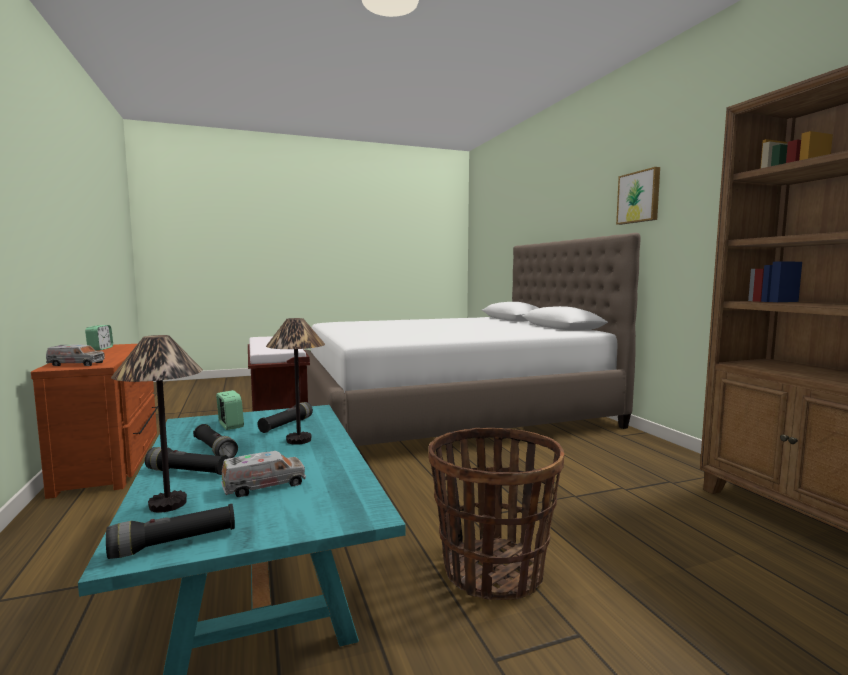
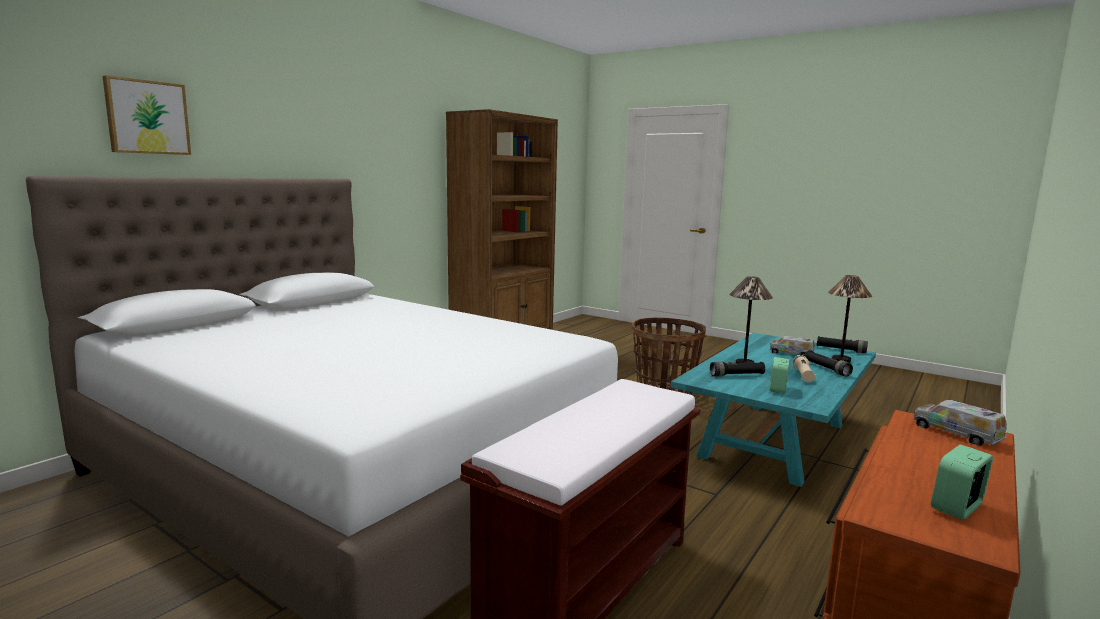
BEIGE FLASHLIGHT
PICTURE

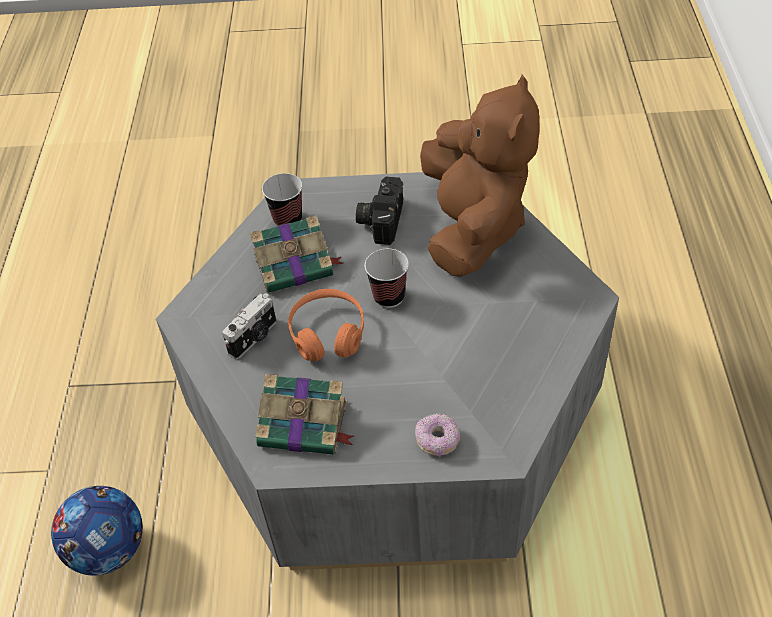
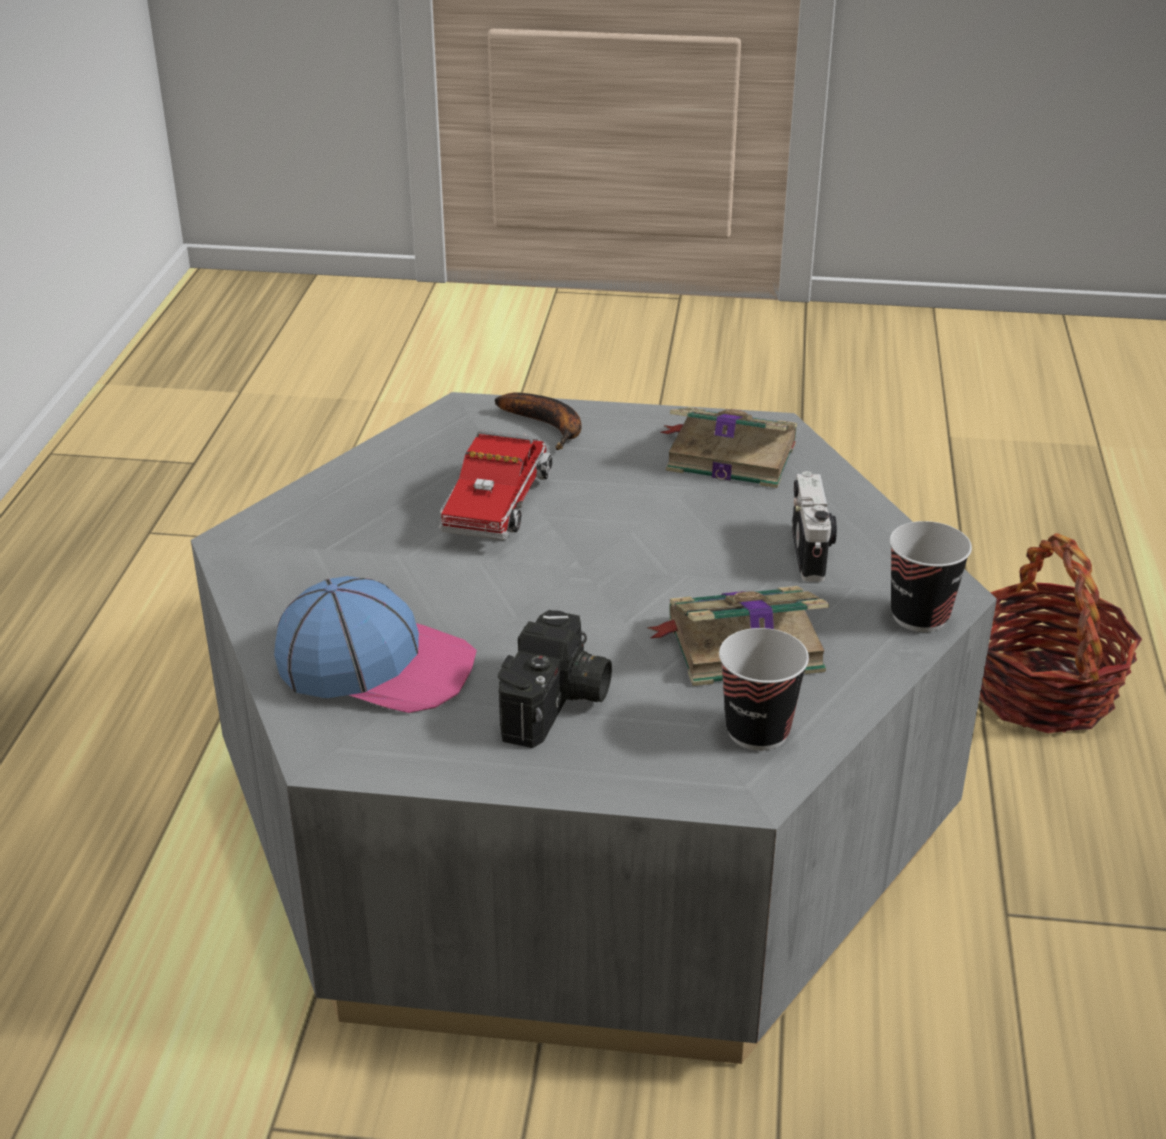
BASKET
PHOTO CAMERA (2nd from left)
ORANGE HEADPHONES
CUP (2nd from left)
BANANA
CAP
TOY TRUCK

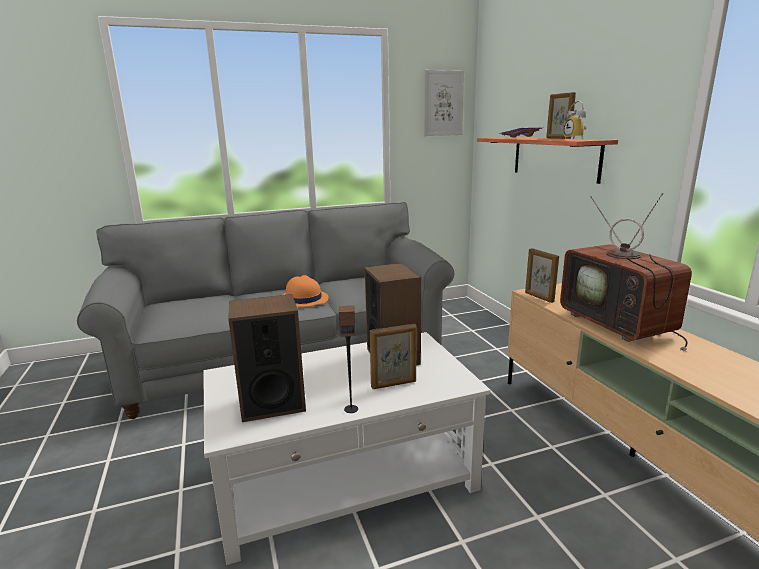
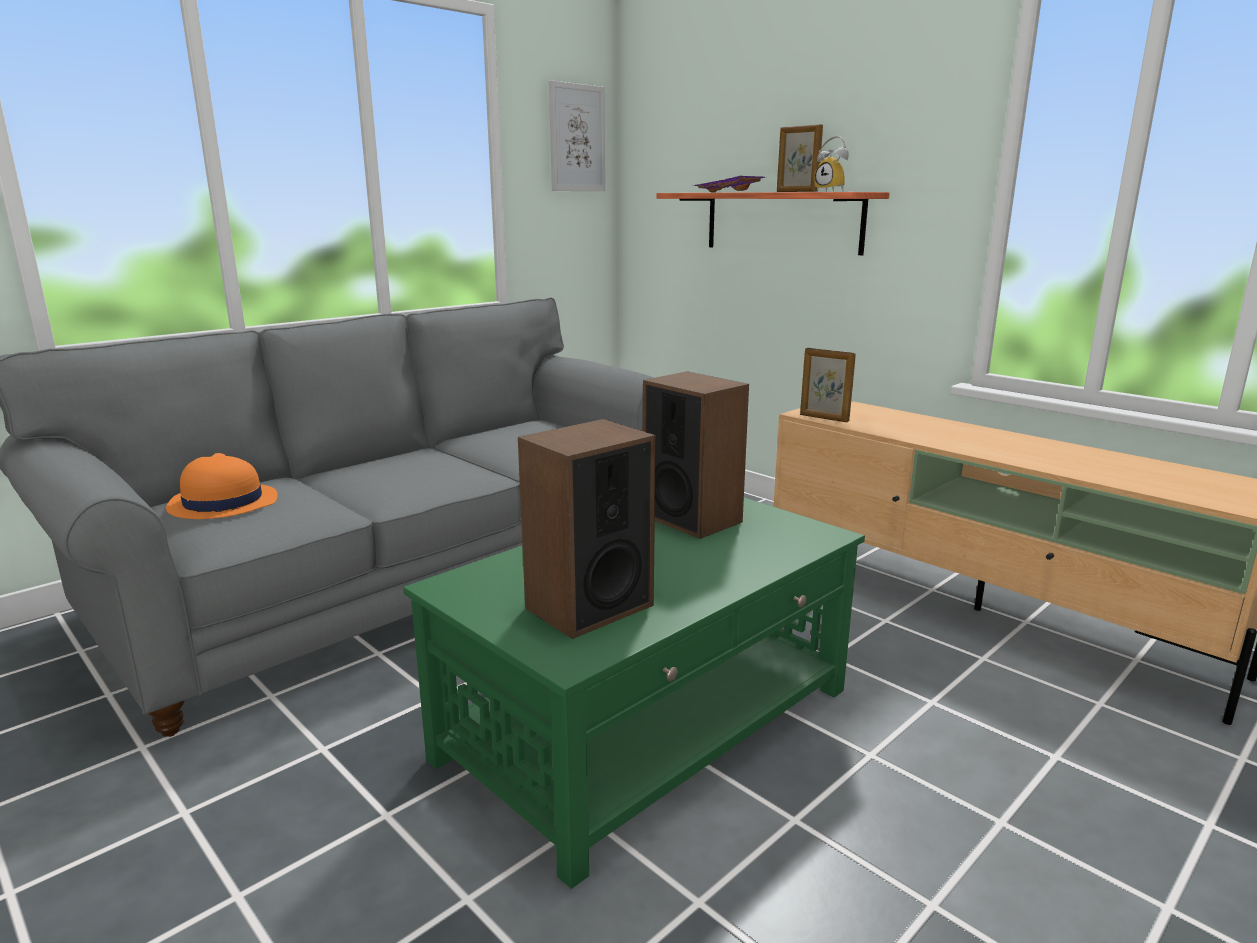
GREEN COFFEE TABLE
ORANGE HAT
SPEAKER (2nd from left in the first image)
PICTURE FRAME (1st from left in the first image)
TELEVISION

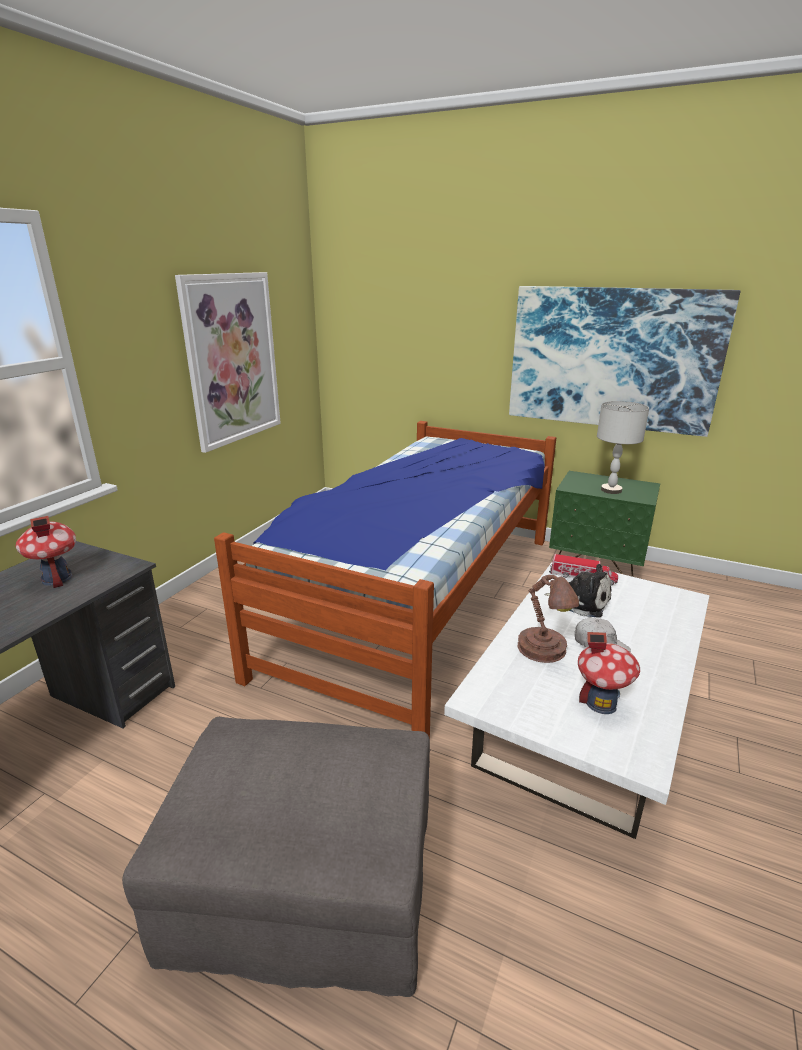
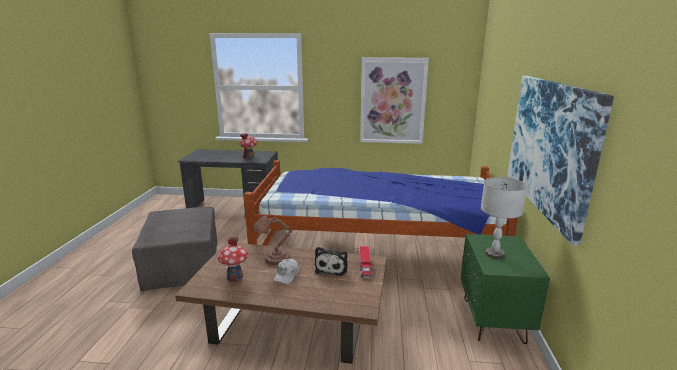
BROWN COFFEE TABLE

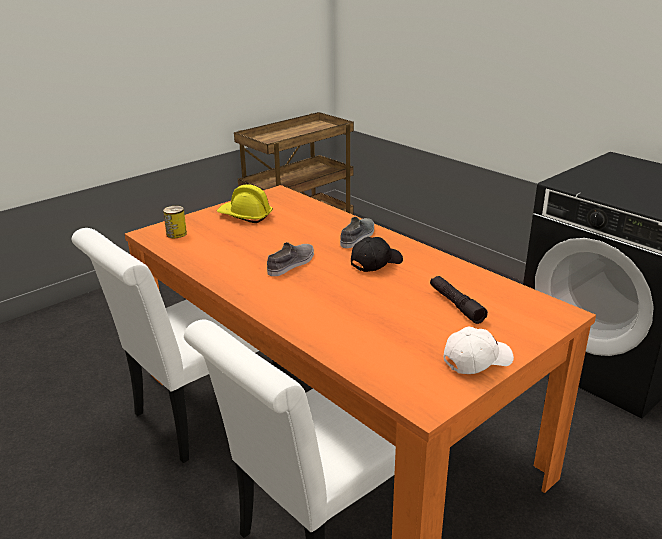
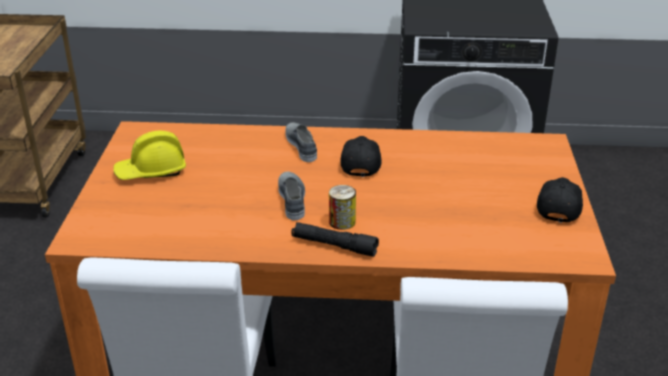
CAN
BLACK FLASHLIGHT
BLACK CAP (2nd from left)

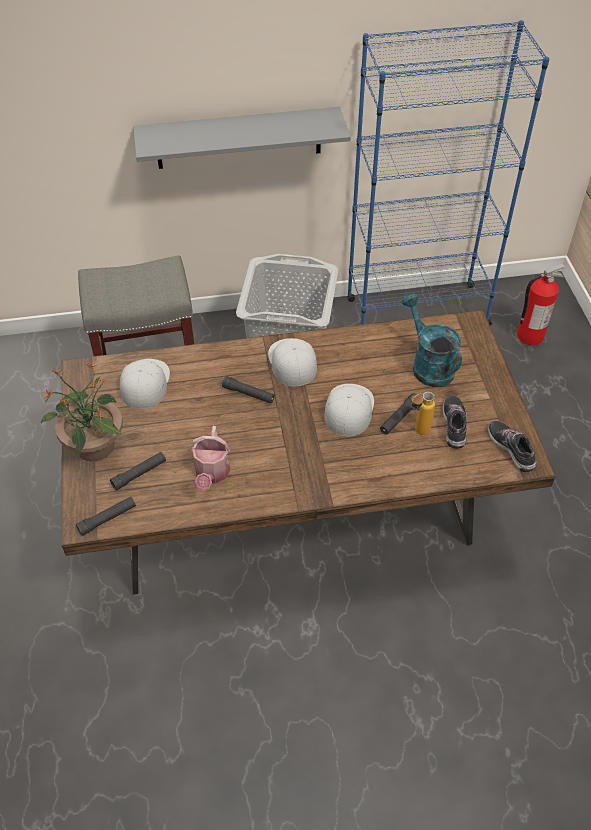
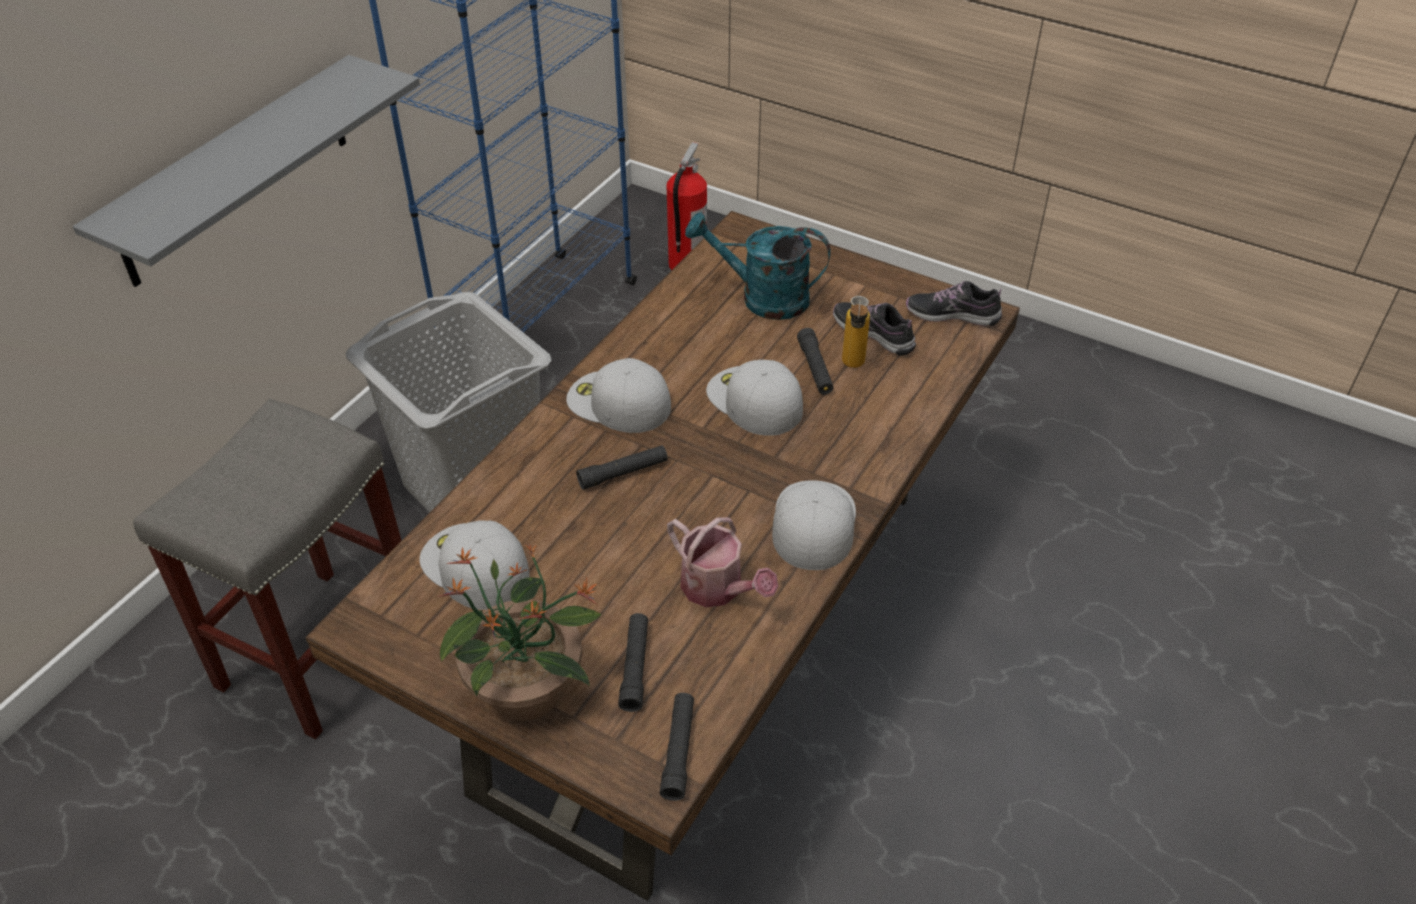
WHITE CAP (4th from left)

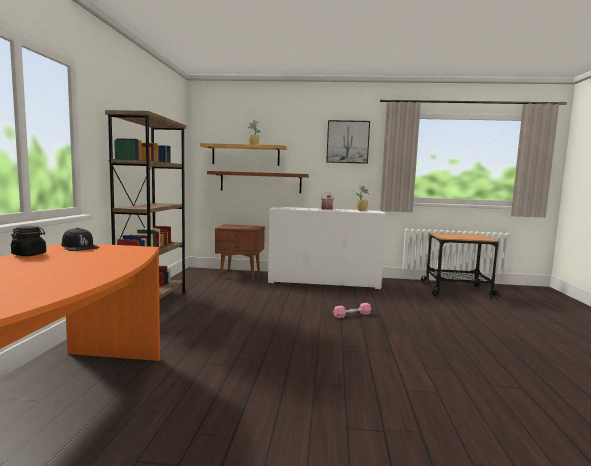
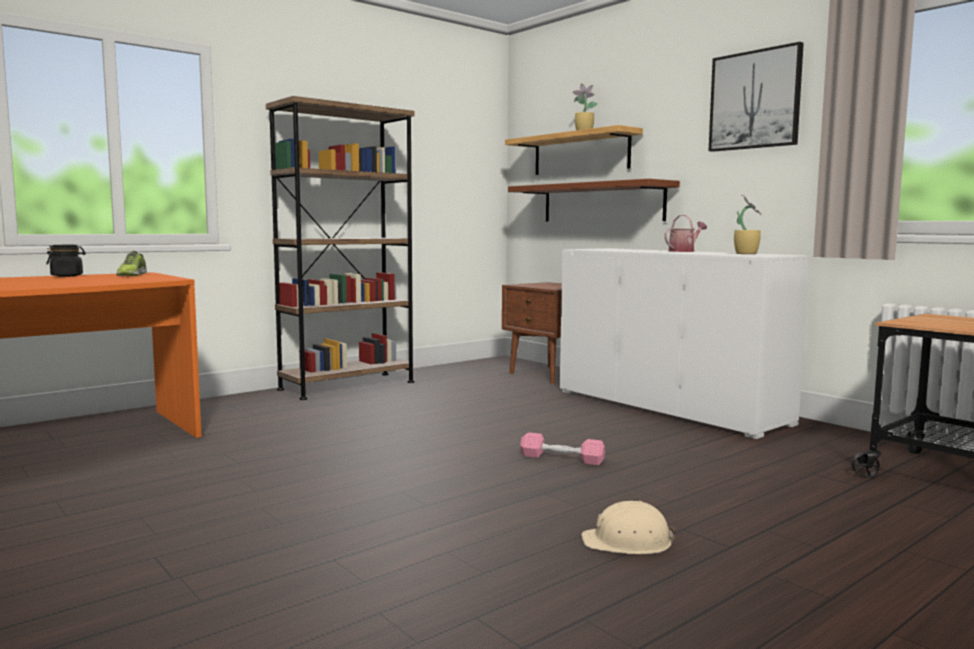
SHOE
BEIGE HARD HAT

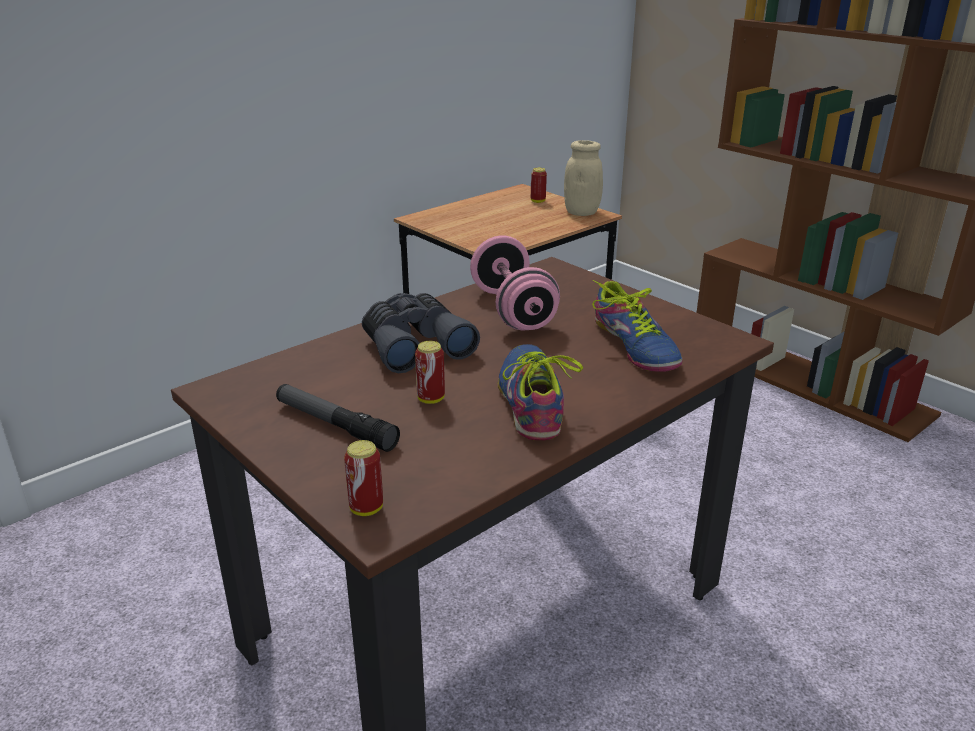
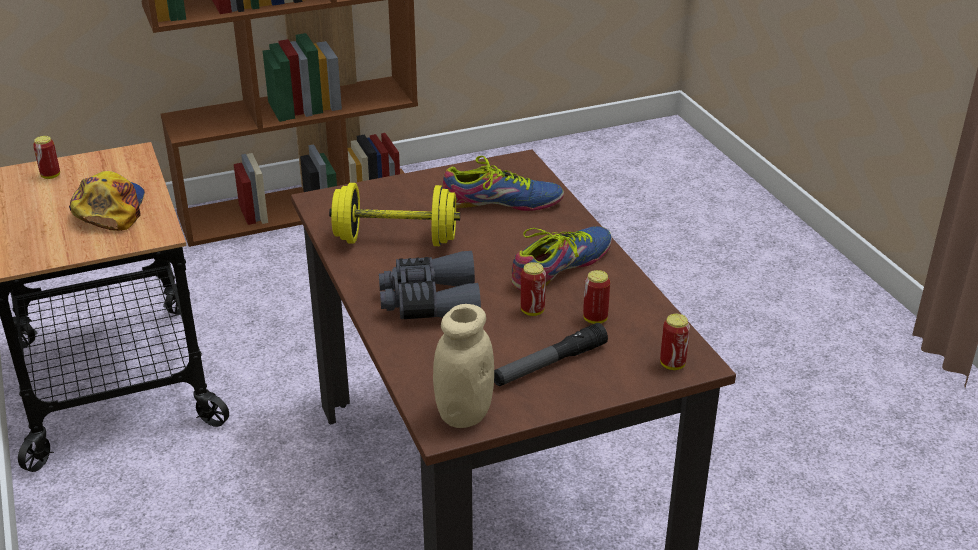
YELLOW DUMBBELL
SHOE (2nd from left)
BEIGE JAR
CAP
CAN (3rd from left)

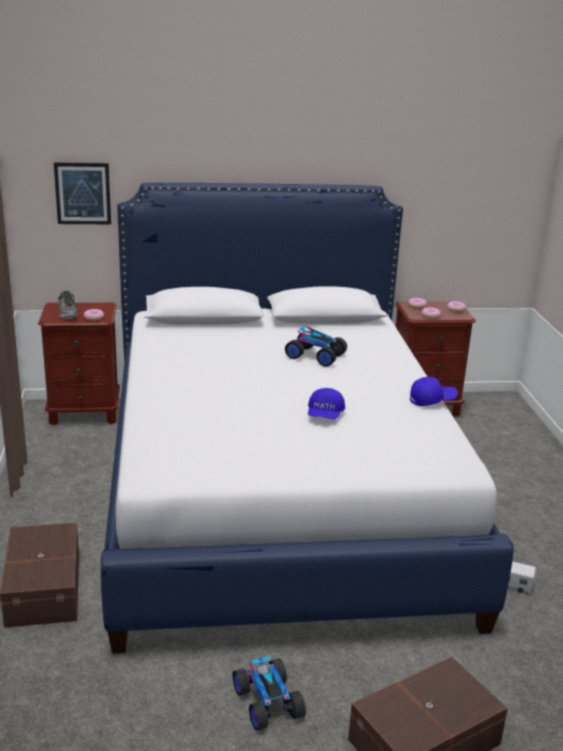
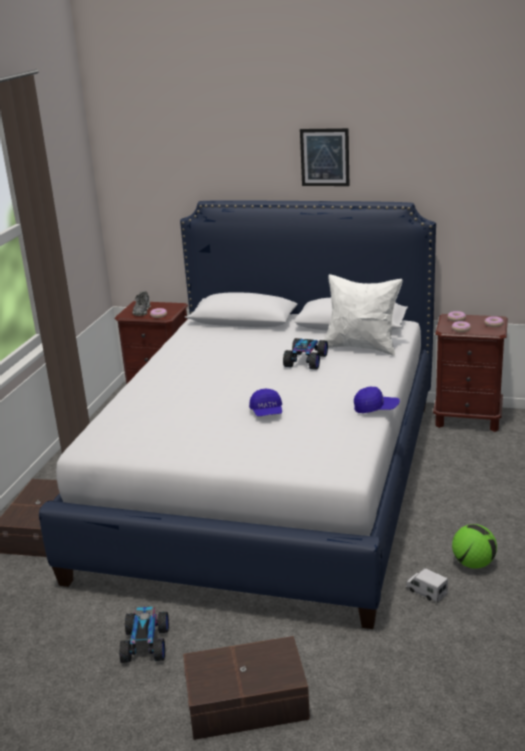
PICTURE
TOY CAR (2nd from left)
BLUE CAP (1st from left)
WHITE PILLOW
FOOTBALL

